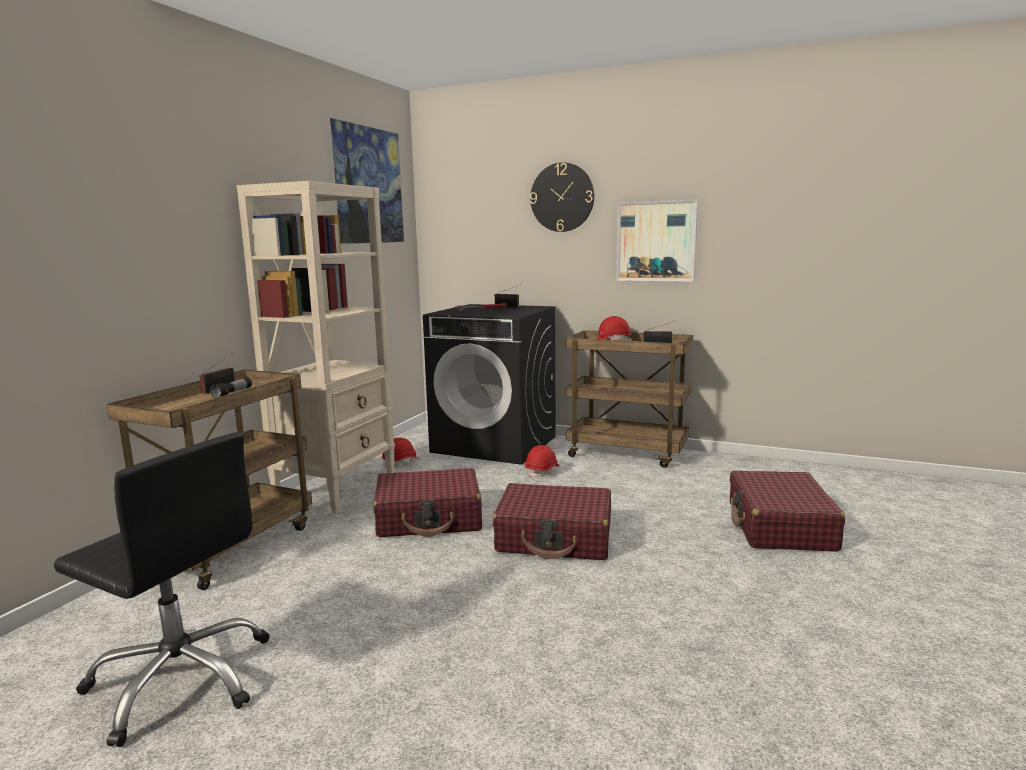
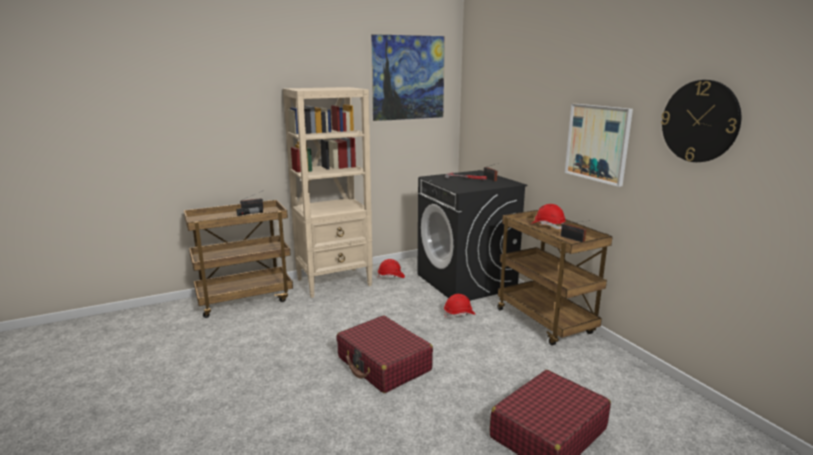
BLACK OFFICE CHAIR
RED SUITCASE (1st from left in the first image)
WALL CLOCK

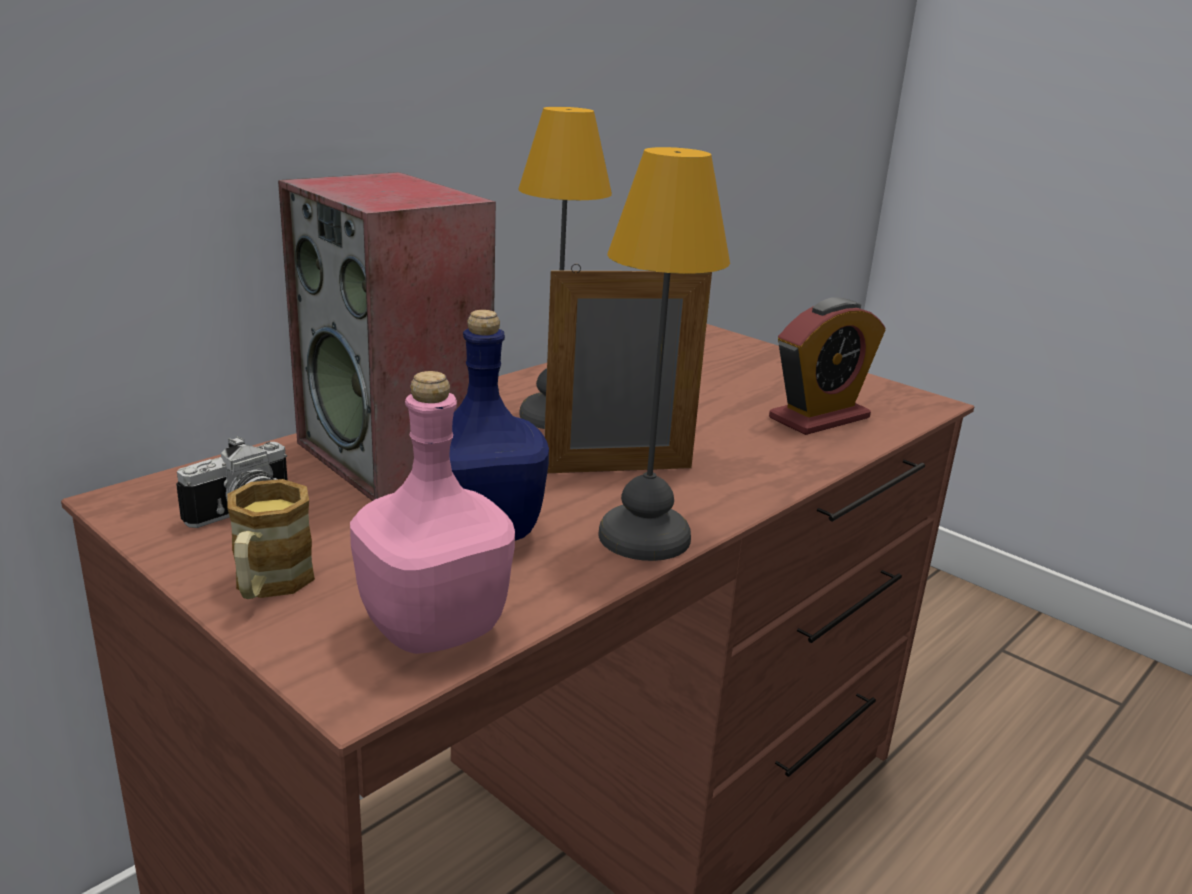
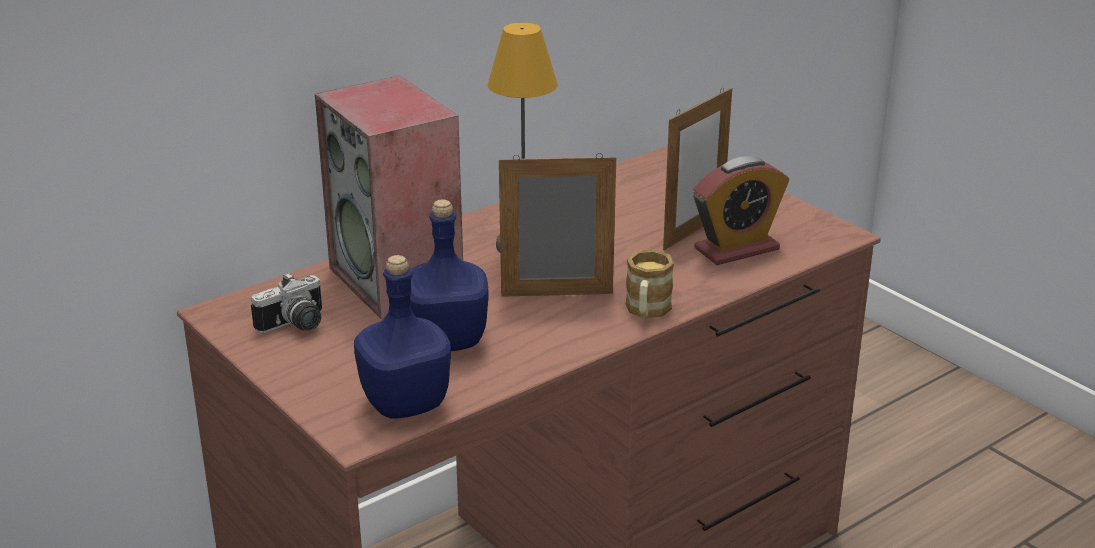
MUG
BLUE BOTTLE (1st from left)
TABLE LAMP (2nd from left in the first image)
PICTURE FRAME (2nd from left)

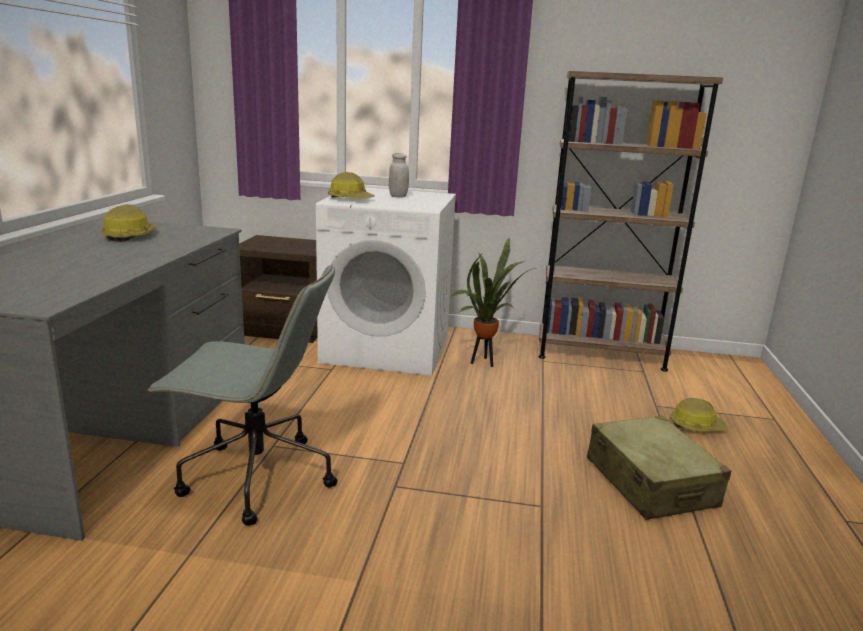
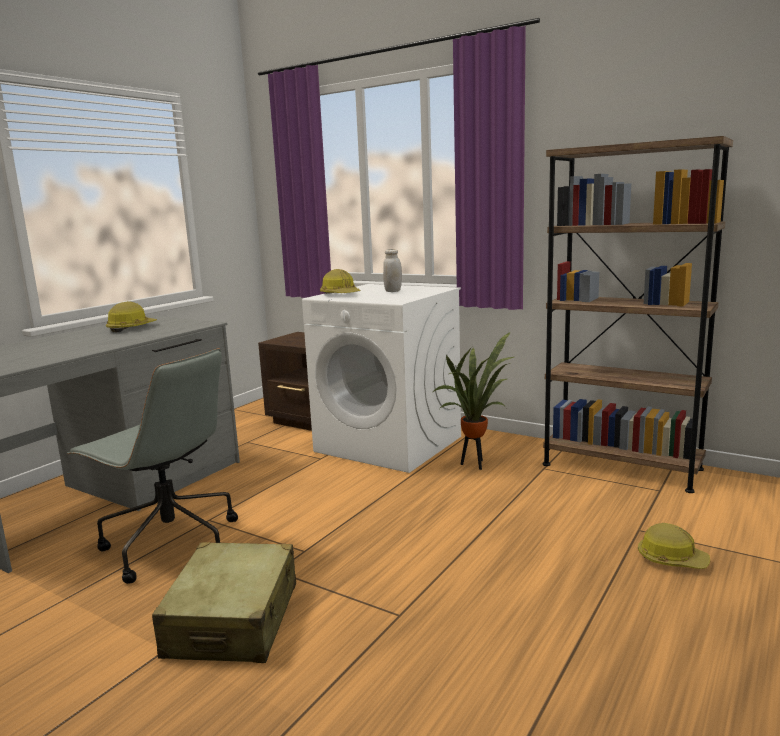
BEIGE SUITCASE

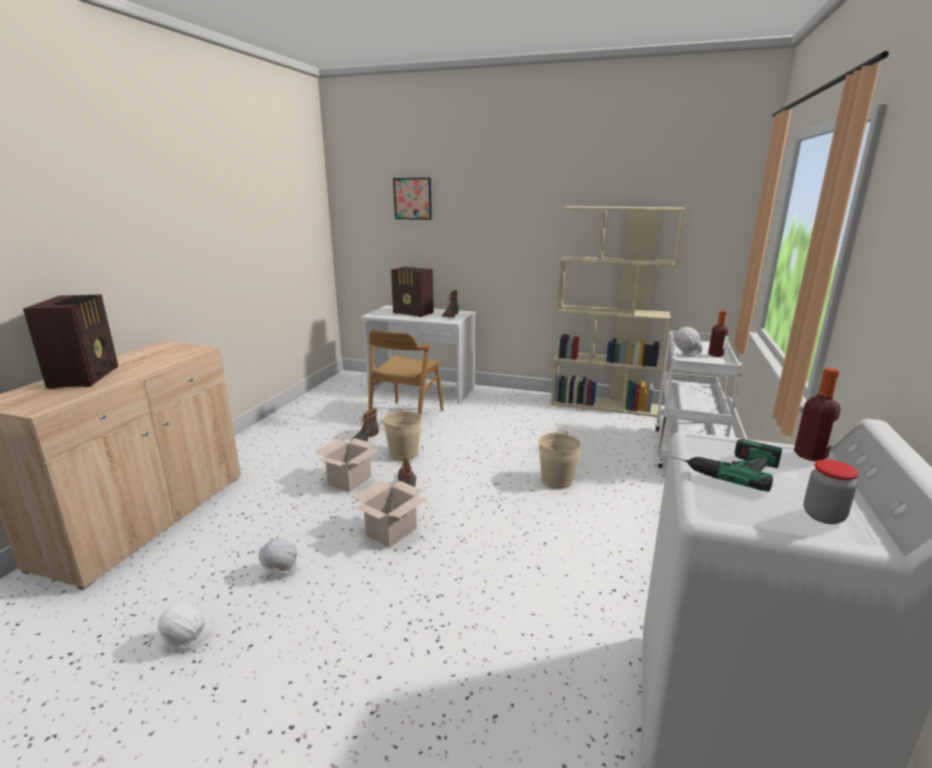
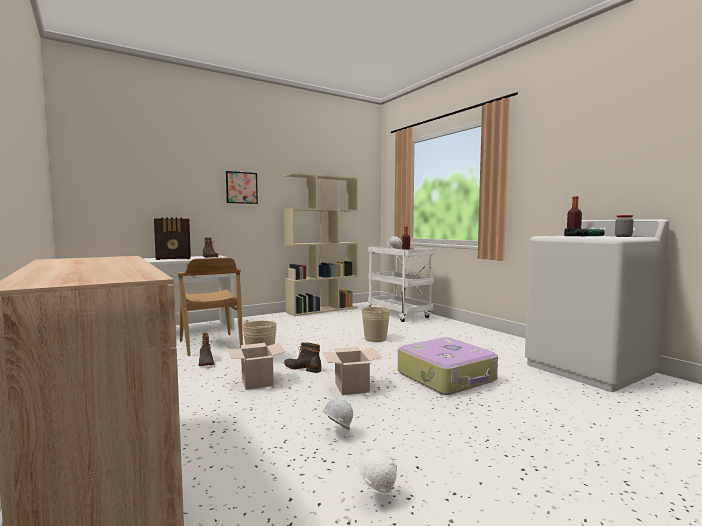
RADIO (1st from left in the first image)
PICTURE
SUITCASE

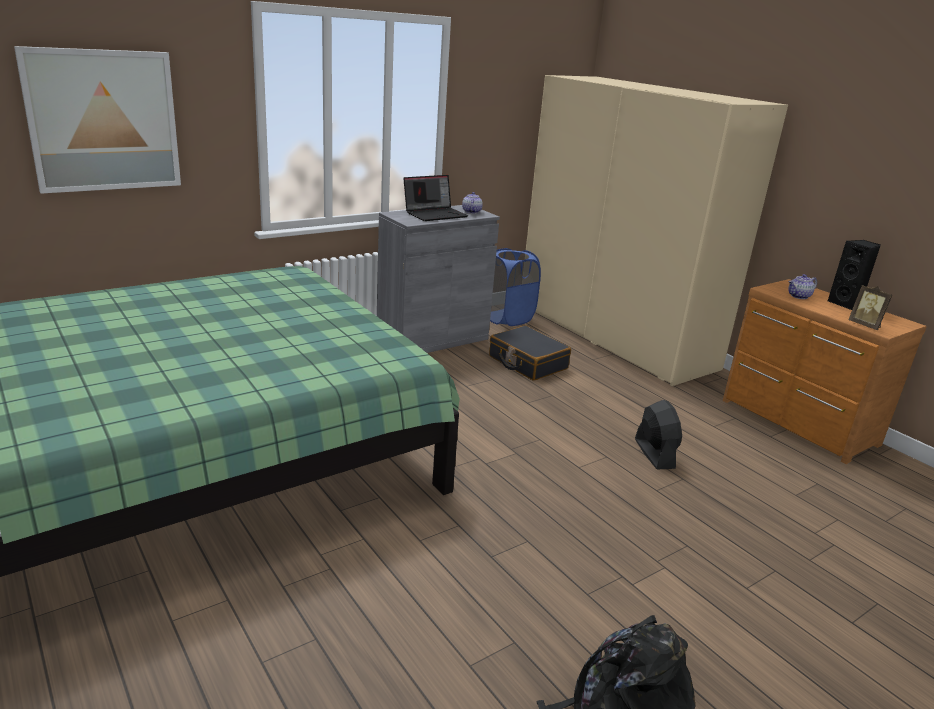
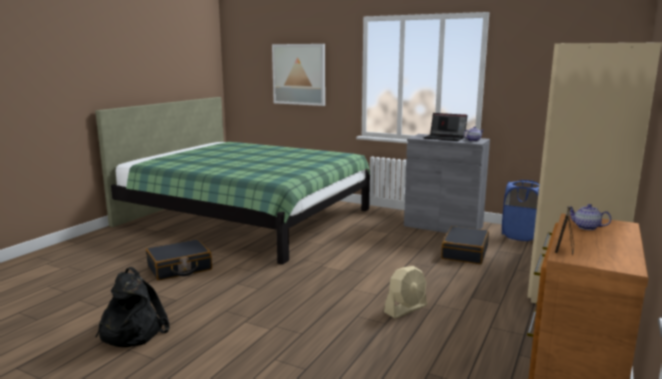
BEIGE FAN
BLACK SPEAKER
BLACK SUITCASE (1st from left)

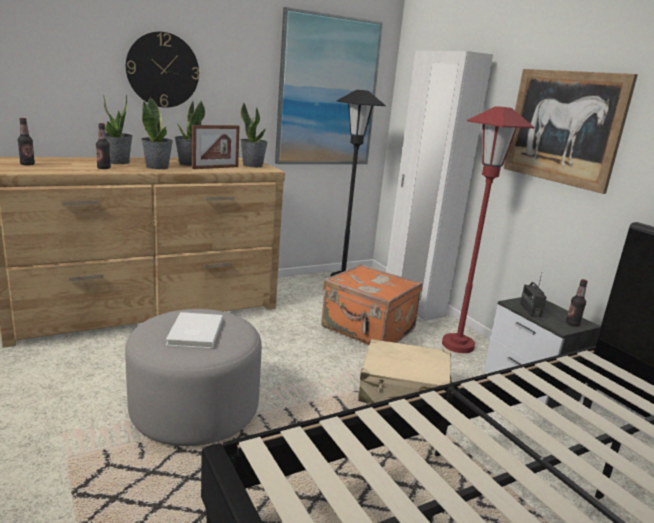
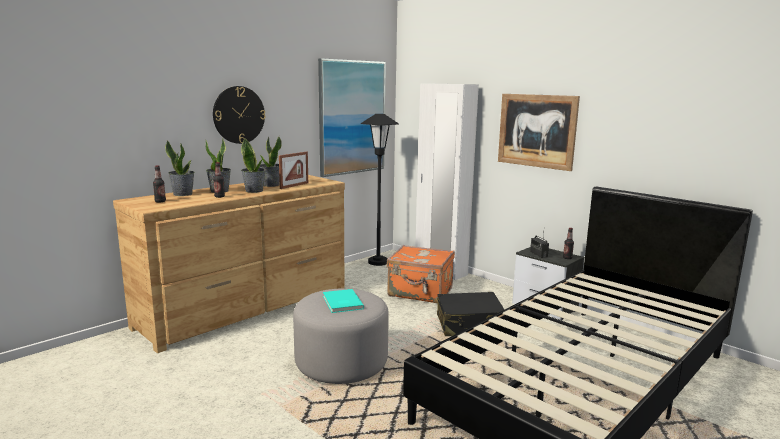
TURQUOISE BOOK
POTTED PLANT (1st from left)
BLACK SUITCASE
RED FLOOR LAMP

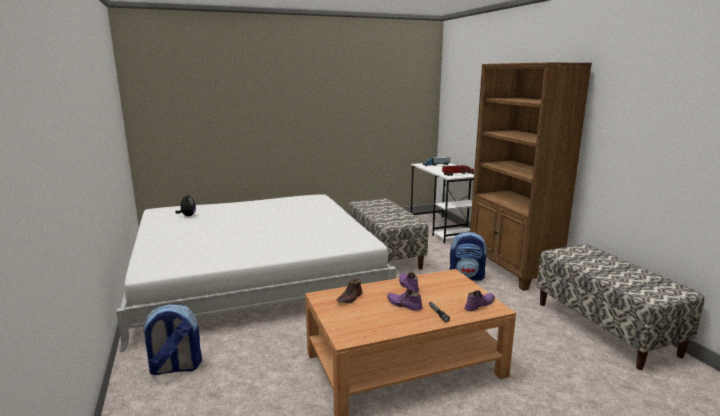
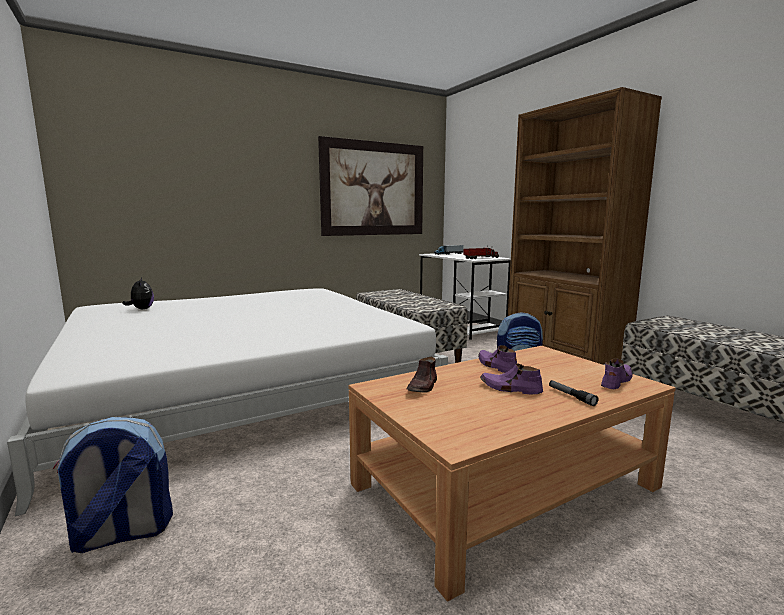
PICTURE

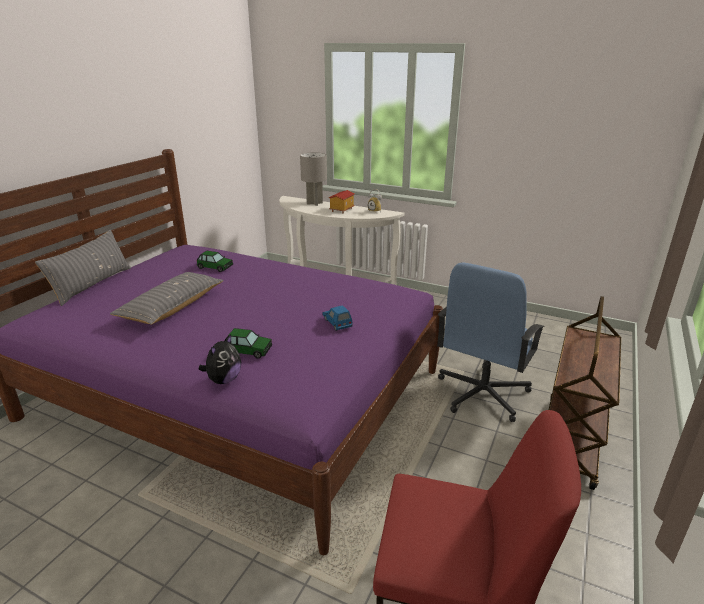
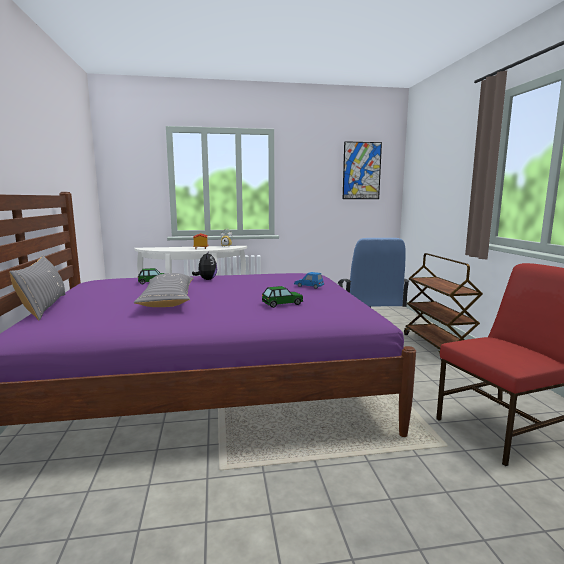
PLUSH TOY
GREY TABLE LAMP
PICTURE

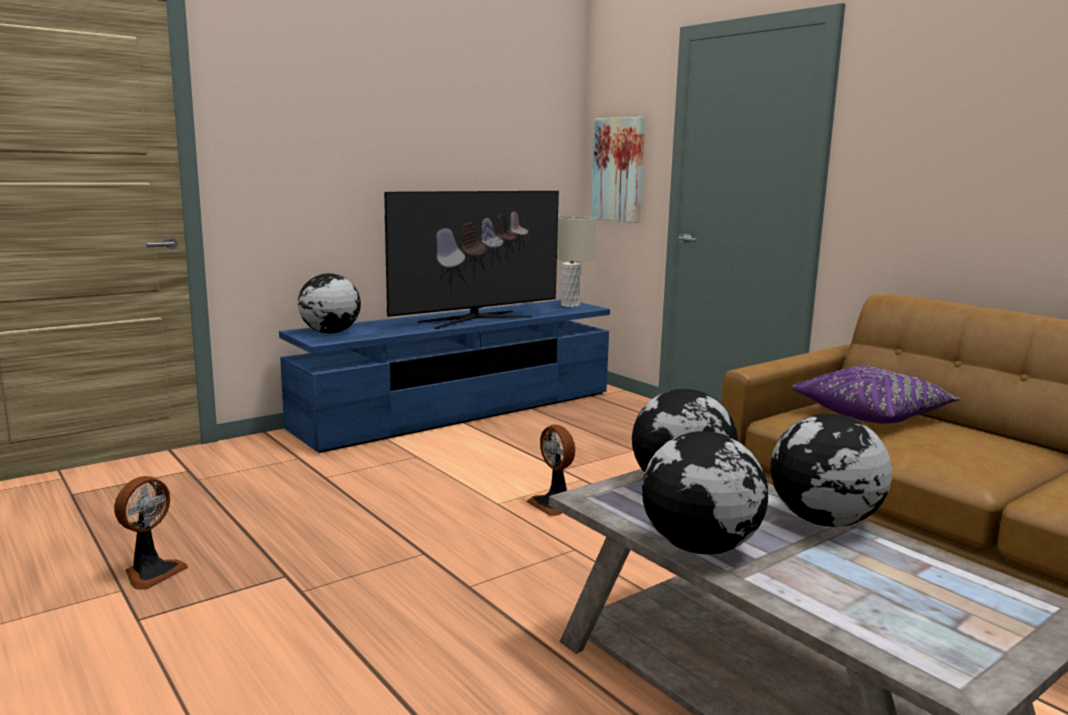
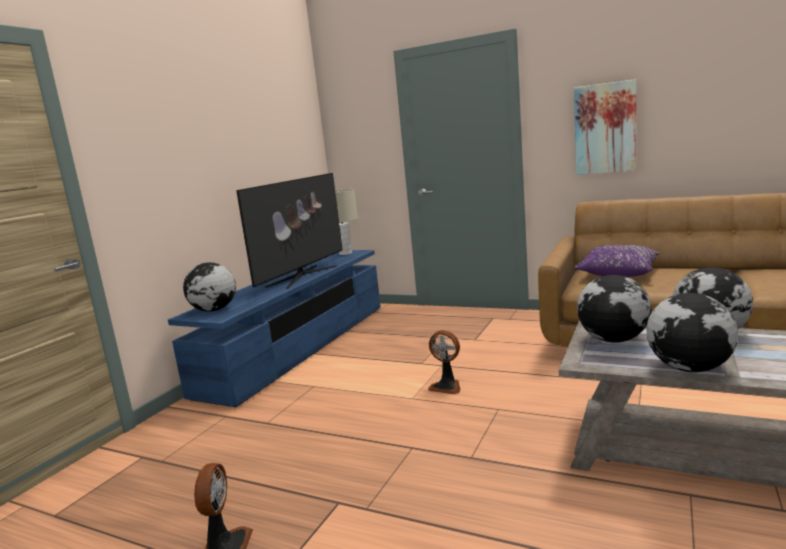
PICTURE

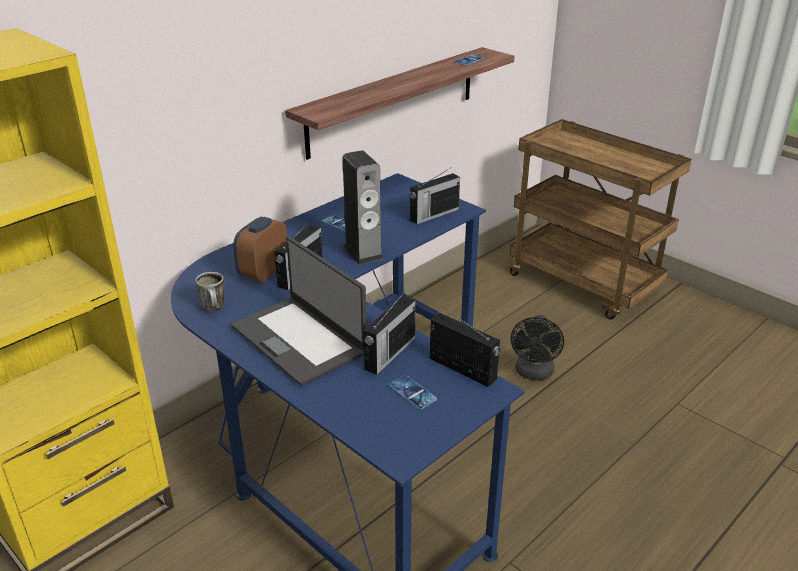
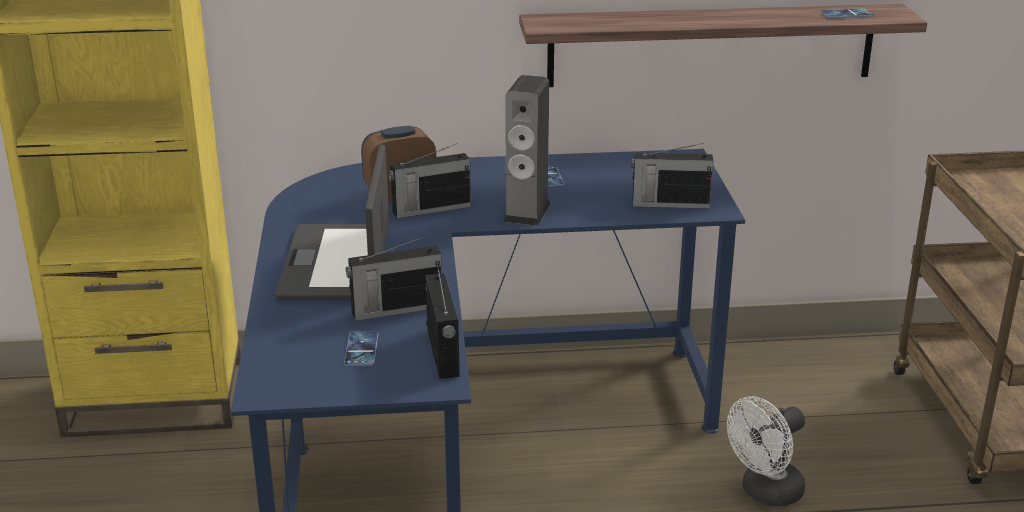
MUG
WHITE FAN

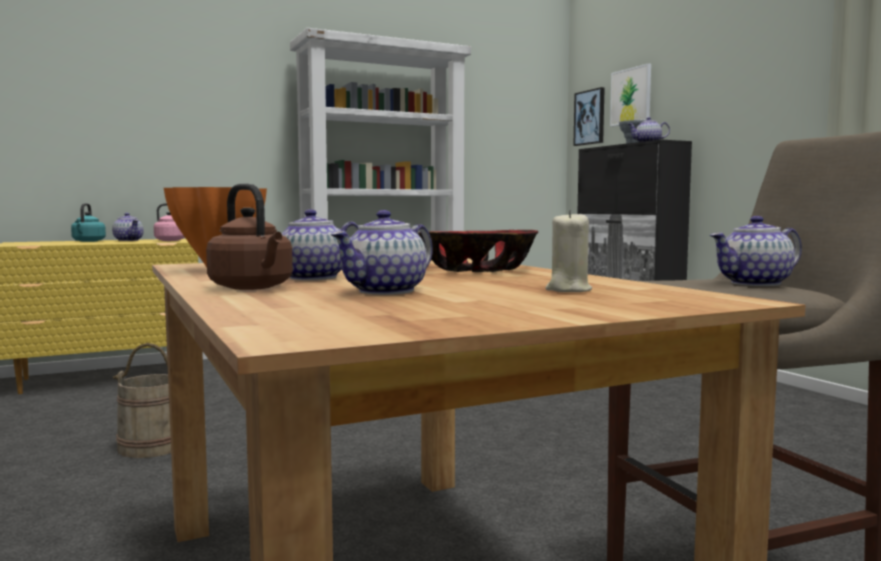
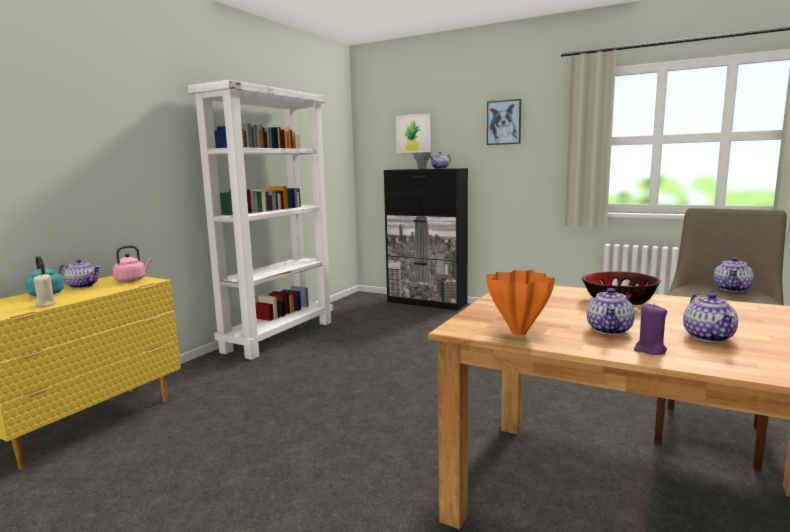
BEIGE BUCKET
PURPLE CANDLE
BEIGE CANDLE
PICTURE (2nd from left)

